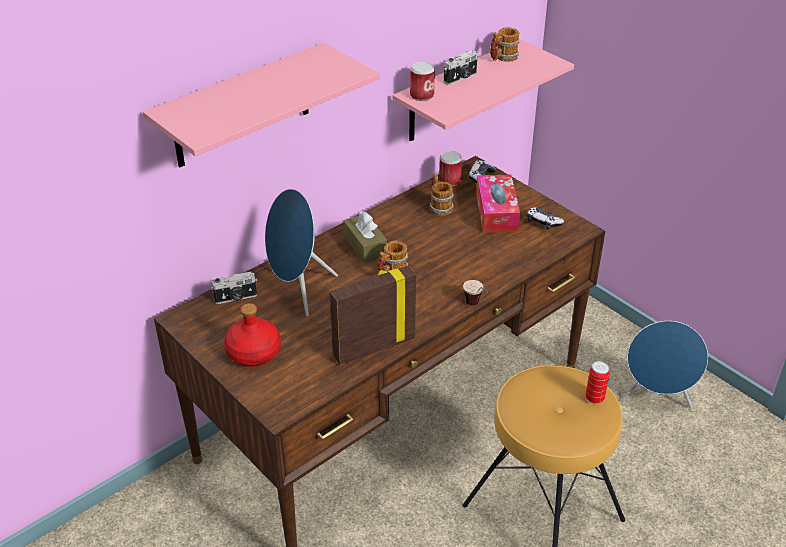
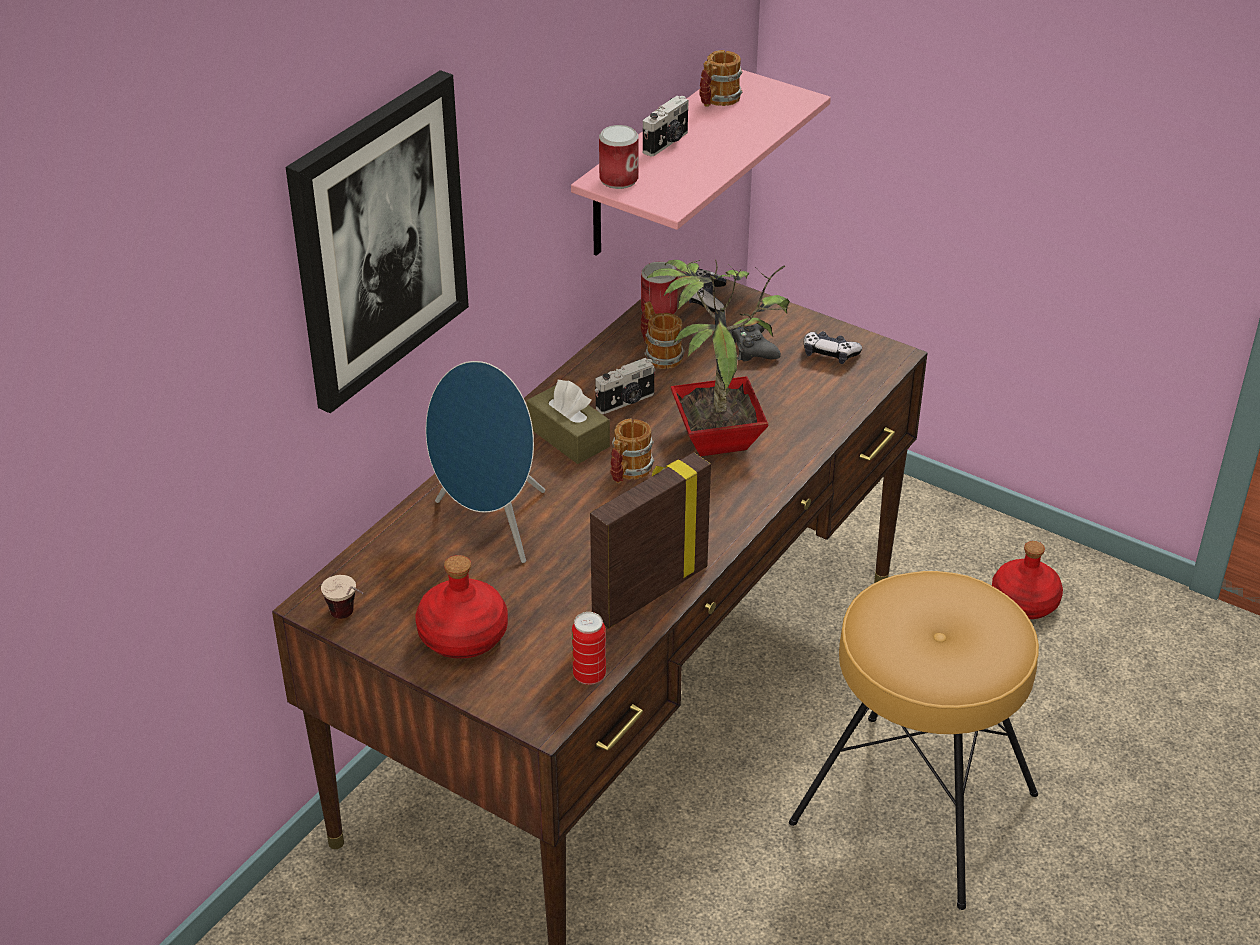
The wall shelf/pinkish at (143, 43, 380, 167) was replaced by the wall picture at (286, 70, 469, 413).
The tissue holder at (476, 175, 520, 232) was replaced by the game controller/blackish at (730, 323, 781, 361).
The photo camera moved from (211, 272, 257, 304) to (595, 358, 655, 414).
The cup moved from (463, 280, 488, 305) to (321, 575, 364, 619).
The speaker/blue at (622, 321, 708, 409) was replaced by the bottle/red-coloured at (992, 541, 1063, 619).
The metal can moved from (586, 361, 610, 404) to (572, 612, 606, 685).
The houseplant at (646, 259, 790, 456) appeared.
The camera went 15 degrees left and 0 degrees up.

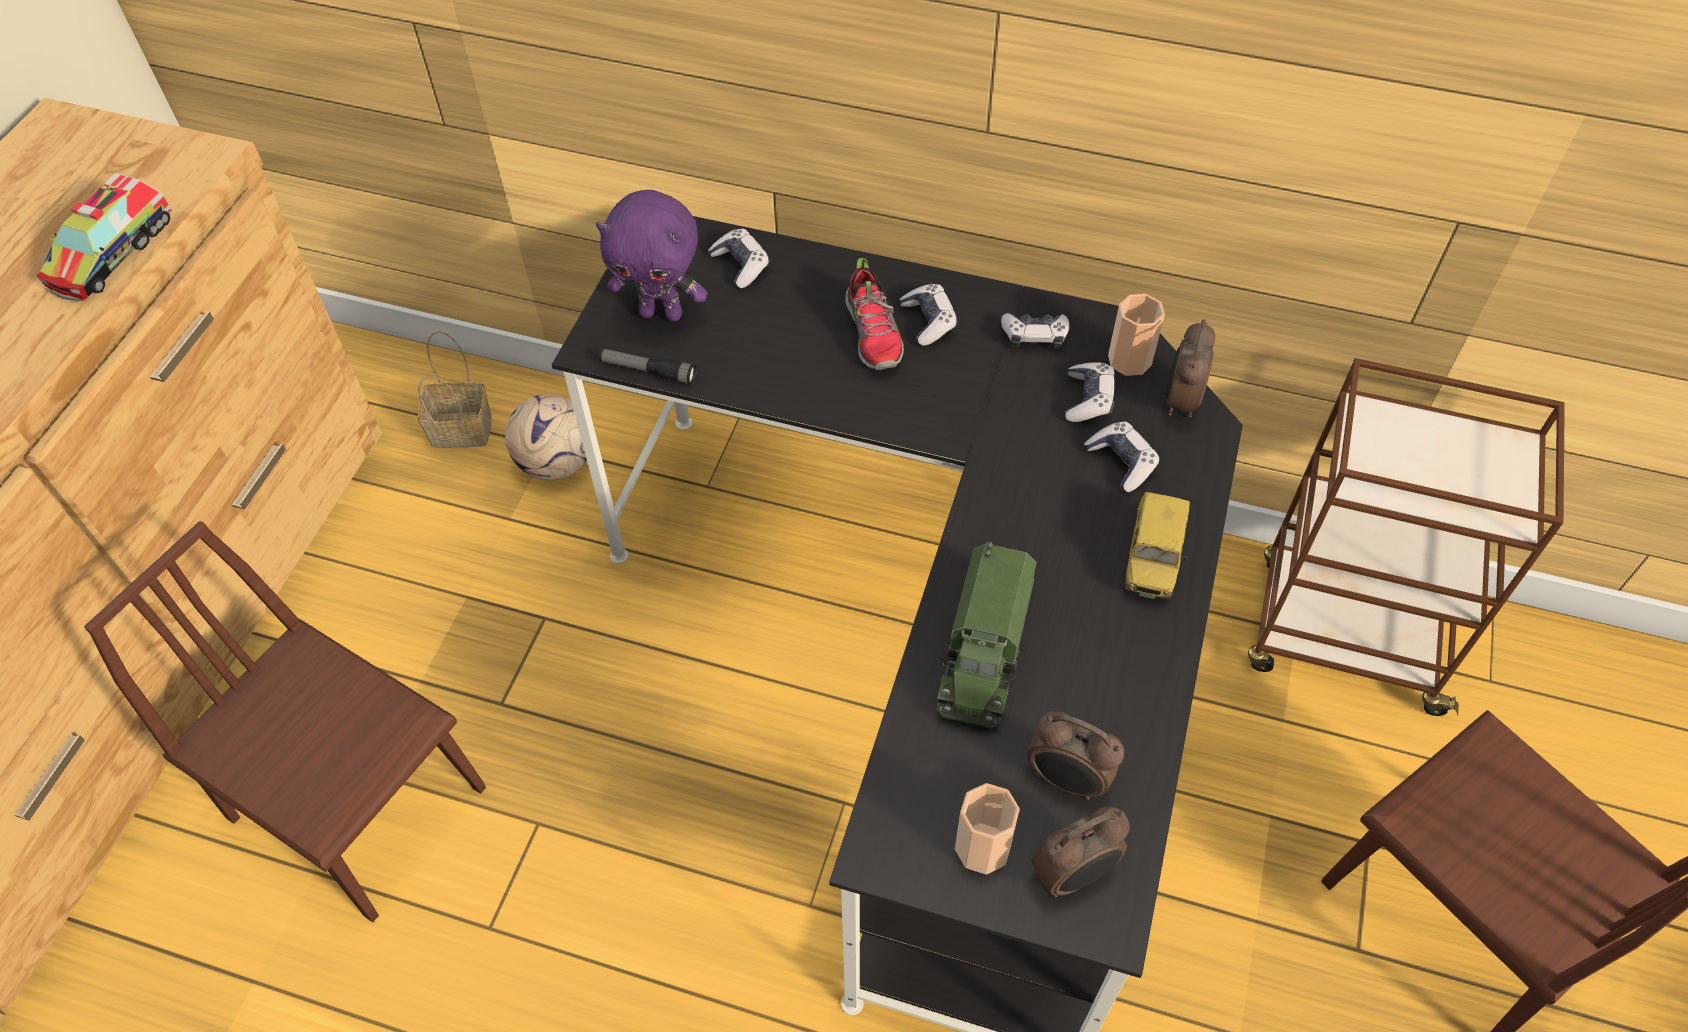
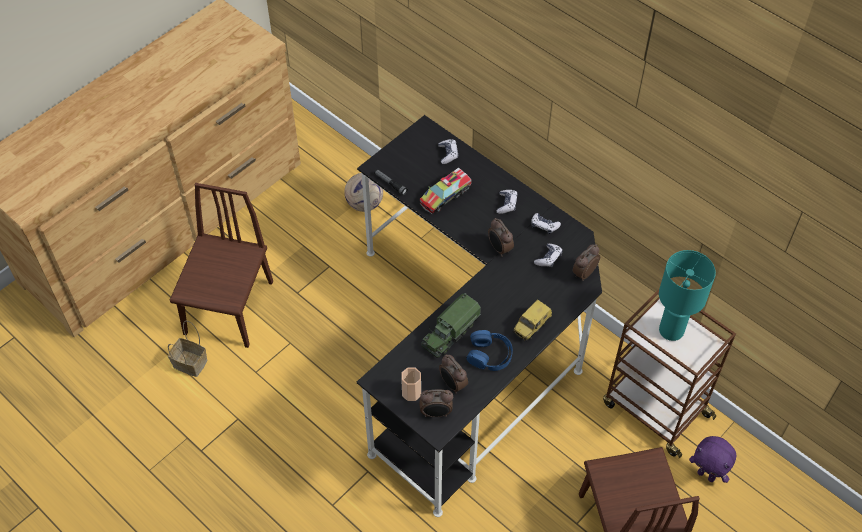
The toy truck moved from (36, 173, 172, 301) to (420, 168, 472, 214).
The cuddly toy/purplish moved from (596, 190, 708, 321) to (689, 436, 736, 483).
The shoe at (845, 258, 904, 370) disappeared.
The cup at (1108, 294, 1165, 376) disappeared.
The storage basket moved from (418, 331, 491, 448) to (168, 321, 208, 377).
The game controller at (1084, 421, 1160, 492) disappeared.
The upright chair/brown-coloured at (84, 521, 486, 922) turned 45 degrees clockwise.
The table clock at (488, 218, 514, 257) appeared.
The lamp for a table/blue-green at (659, 250, 716, 341) appeared.
The pair of headphones/blue at (466, 330, 513, 371) appeared.
The camera went 25 degrees right and 0 degrees up.

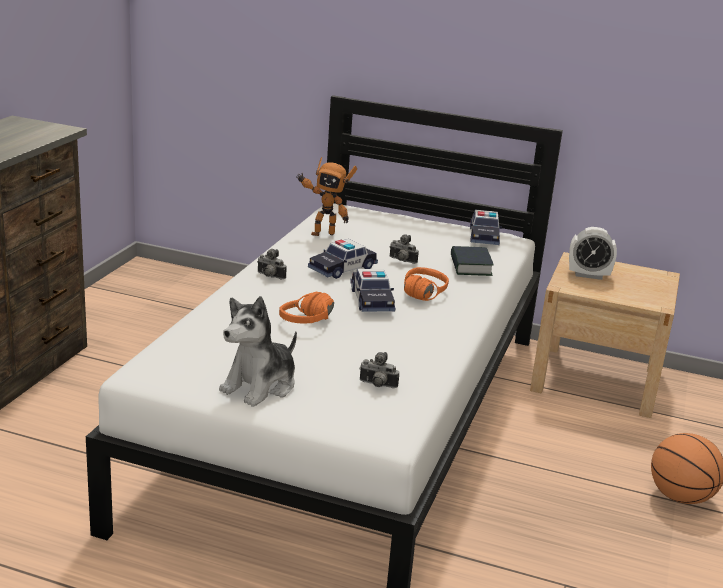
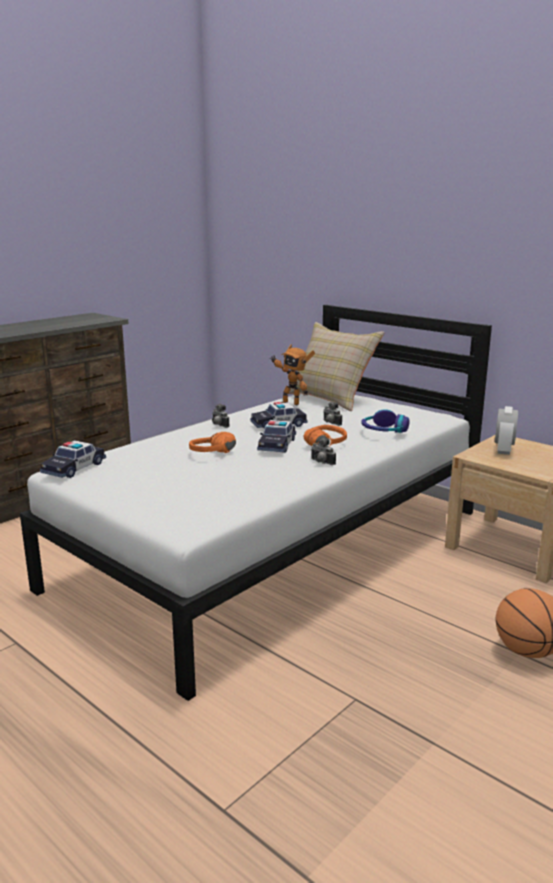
The toy car moved from (470, 210, 502, 245) to (40, 440, 106, 478).
The table clock at (569, 227, 617, 280) turned 105 degrees counterclockwise.
The book at (451, 246, 494, 276) was replaced by the pair of headphones at (362, 409, 409, 433).
The cuddly toy at (219, 296, 297, 407) disappeared.
The photo camera moved from (359, 352, 399, 388) to (311, 438, 336, 465).
The throw pillow/beige at (288, 322, 385, 411) appeared.
The camera went 25 degrees right and 5 degrees down.

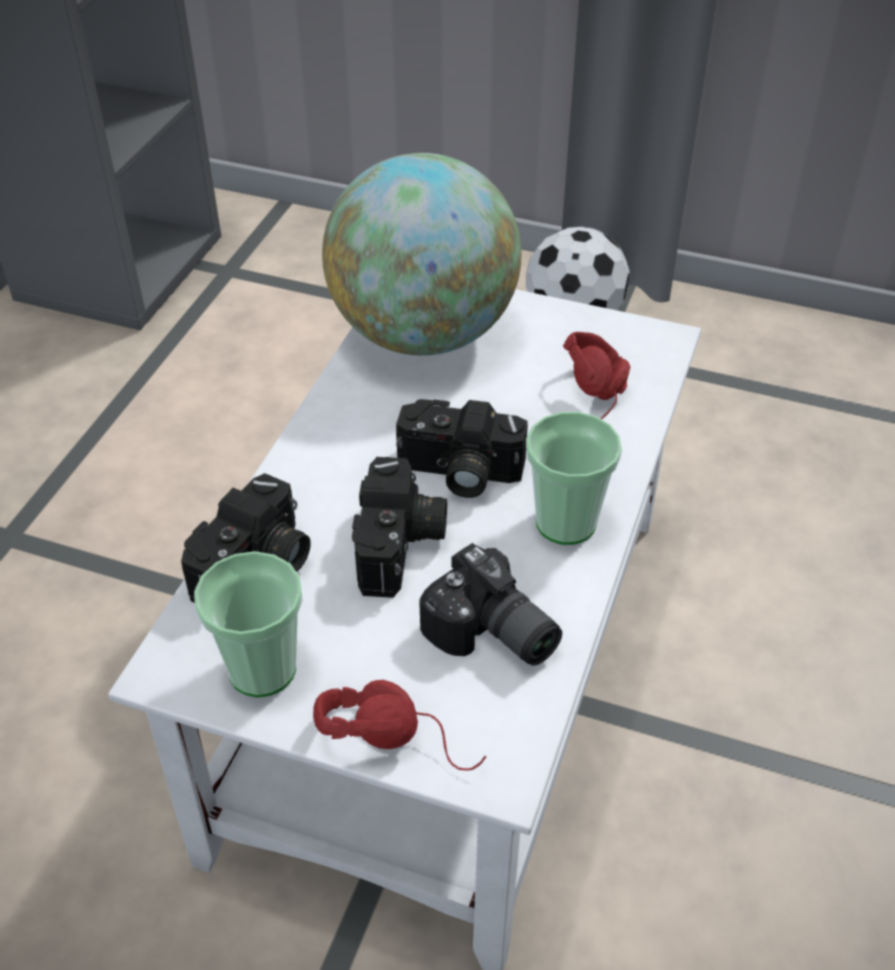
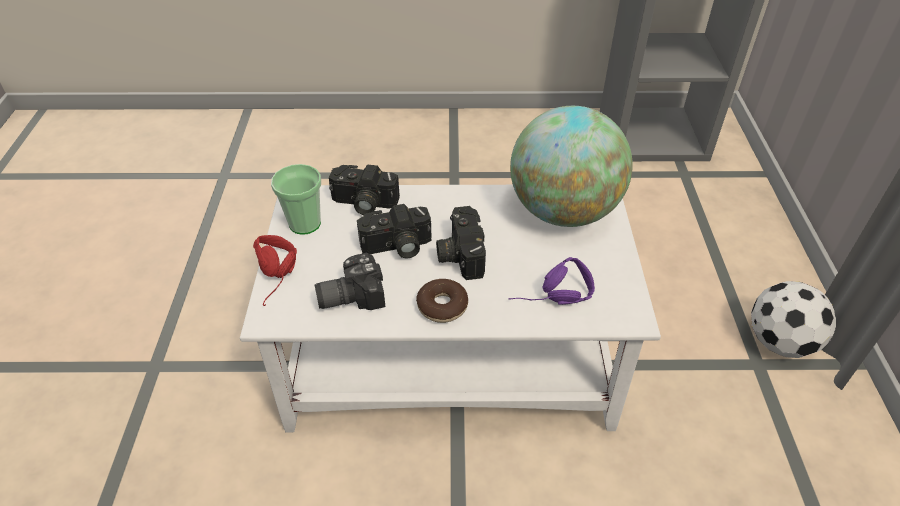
The pair of headphones/red-coloured at (563, 332, 630, 419) became the pair of headphones/purplish at (508, 257, 595, 305).
The cup at (526, 412, 622, 545) was replaced by the donut at (416, 279, 468, 323).
The photo camera at (419, 543, 562, 666) turned 45 degrees clockwise.
The camera went 70 degrees right and 0 degrees up.

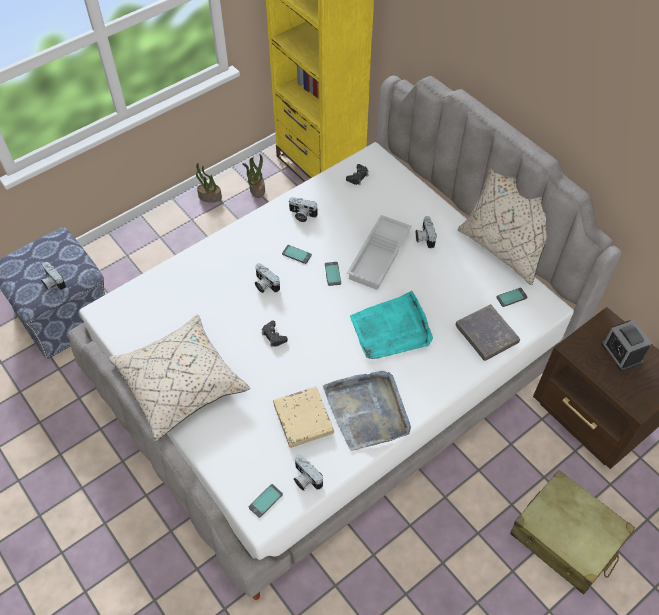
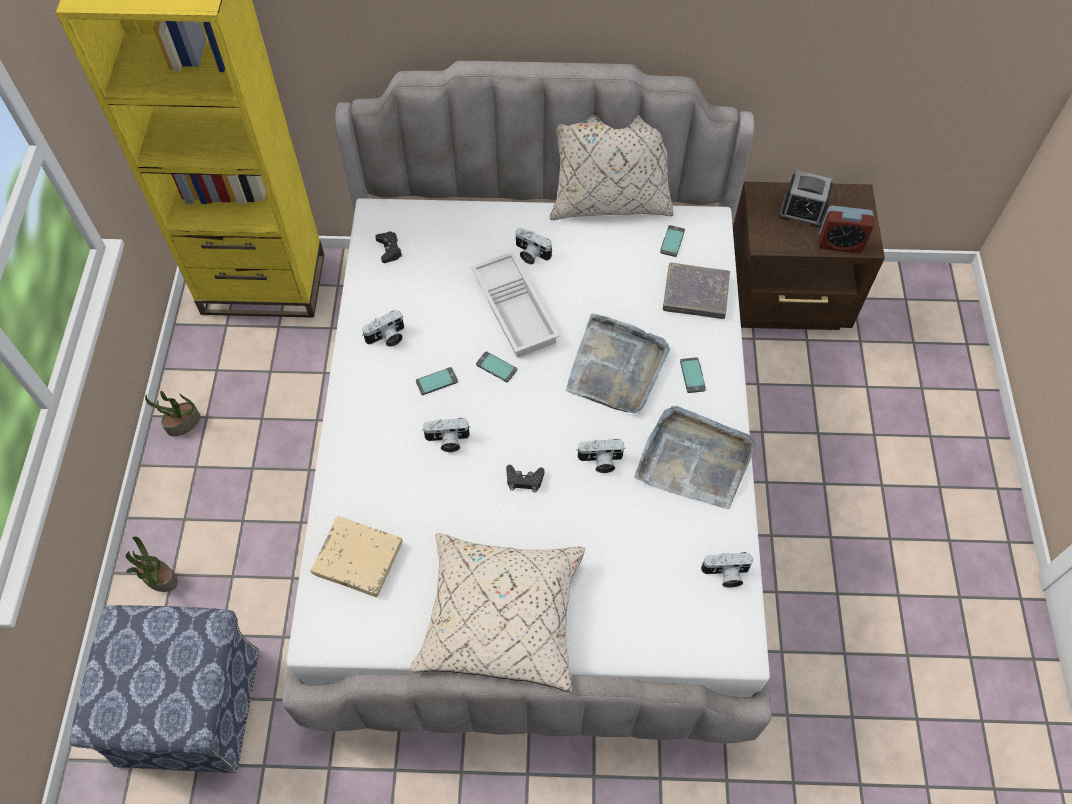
The houseplant moved from (242, 154, 265, 198) to (126, 537, 178, 592).
The photo camera moved from (41, 262, 66, 290) to (577, 439, 625, 473).
The serving tray/blue-green at (350, 291, 433, 359) became the serving tray/grey at (566, 314, 670, 413).
The book/beige moved from (273, 387, 334, 448) to (310, 517, 403, 597).
The travel case/beige at (510, 470, 635, 594) disappeared.
The telephone moved from (249, 484, 283, 518) to (680, 357, 706, 393).
The table clock at (819, 206, 874, 253) appeared.
The camera went 50 degrees left and 5 degrees up.

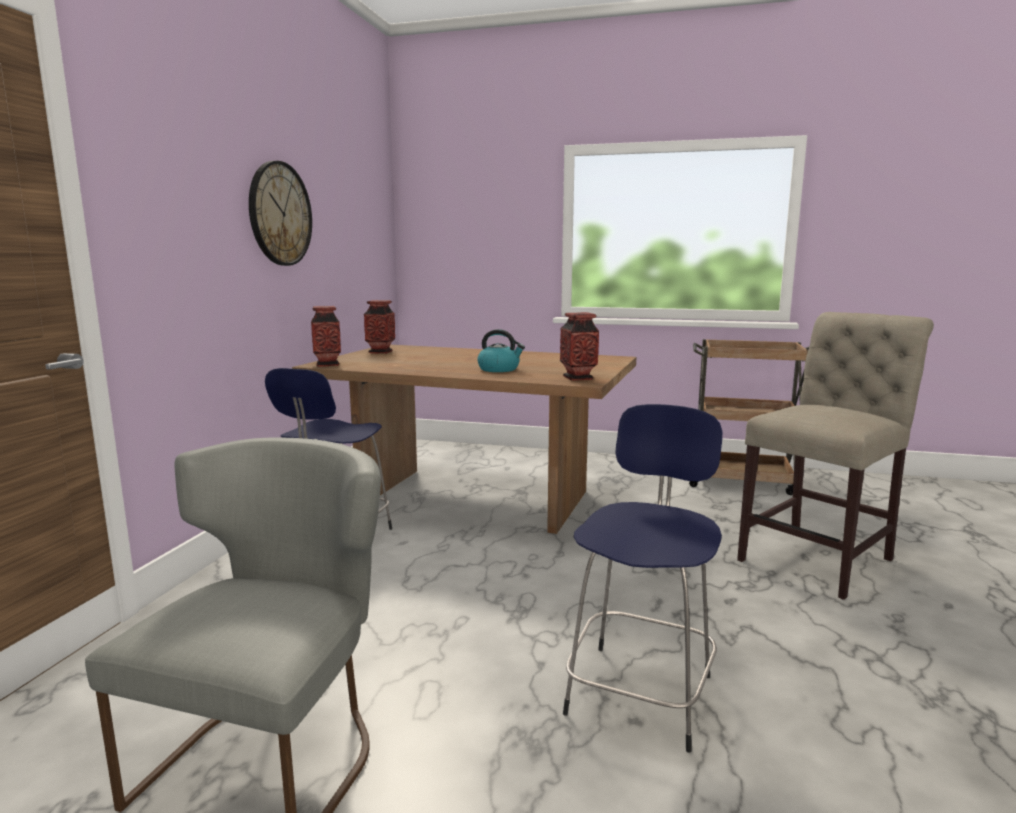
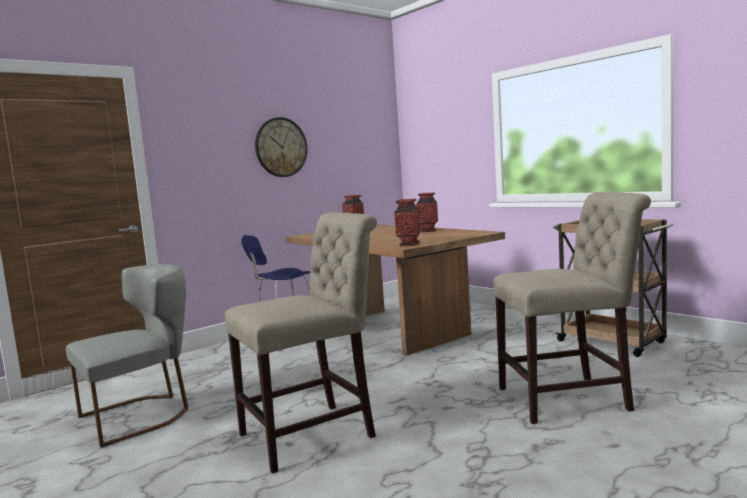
The flower vase moved from (311, 306, 341, 367) to (416, 193, 438, 232).
The water kettle at (477, 329, 525, 372) disappeared.
The stool seat/blue at (563, 404, 722, 753) was replaced by the upright chair/beige at (225, 212, 377, 474).
The camera went 35 degrees right and 5 degrees down.

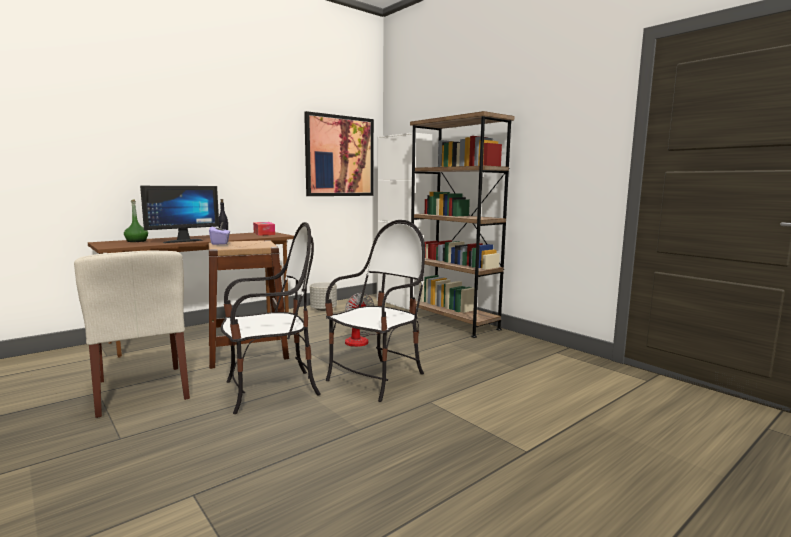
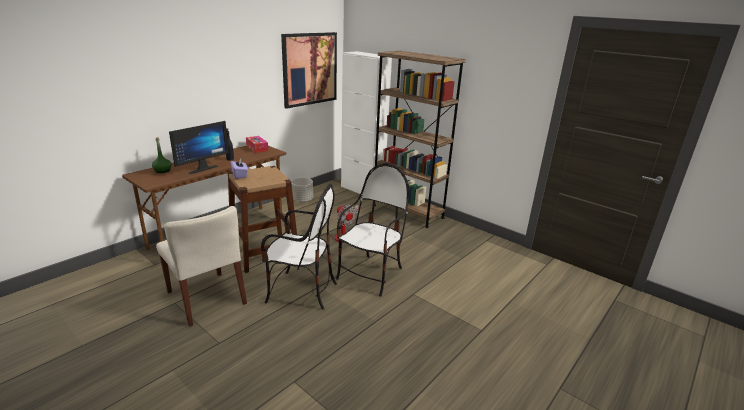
The upright chair at (221, 222, 321, 414) turned 45 degrees clockwise.
The camera went 10 degrees left and 15 degrees up.

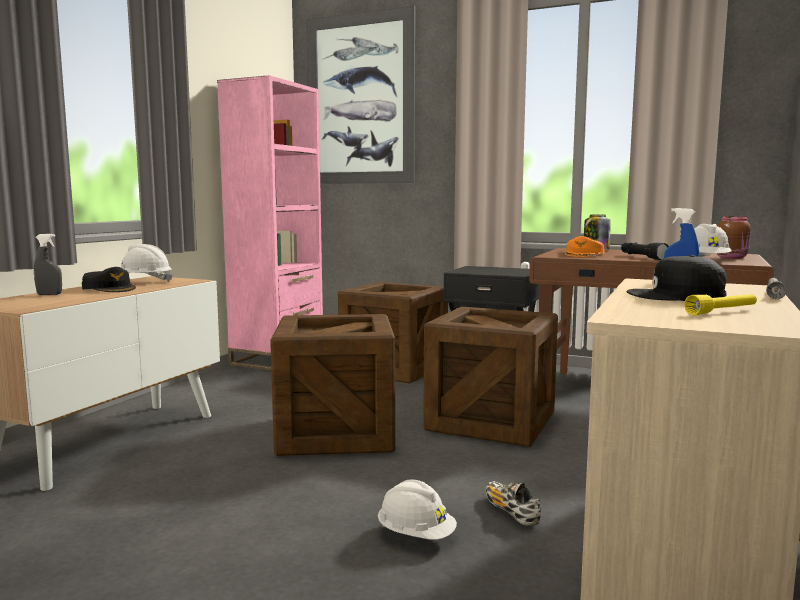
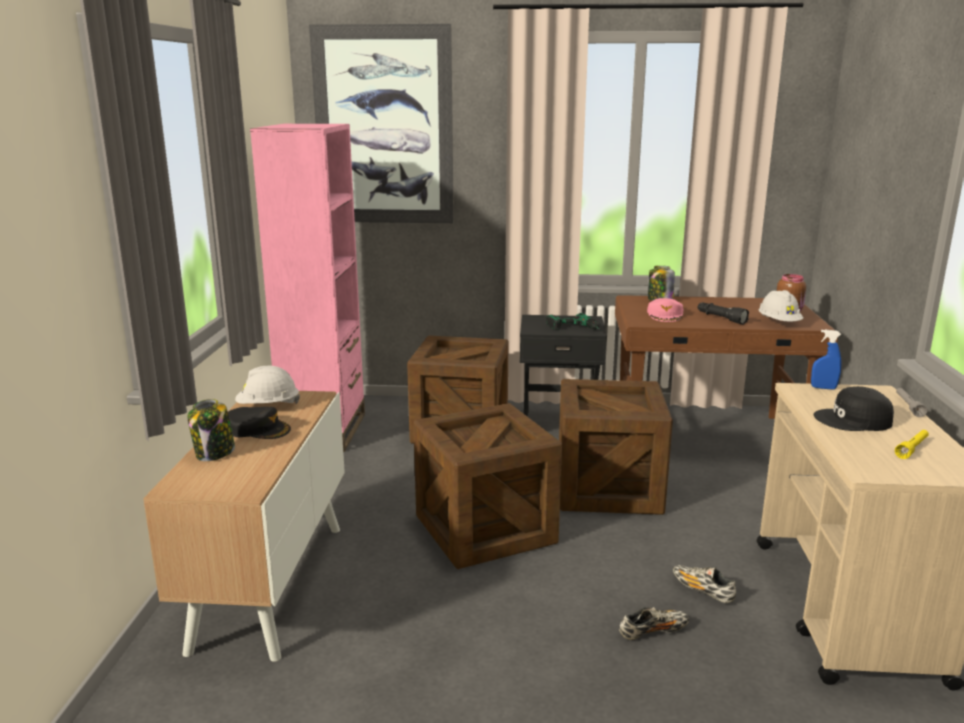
The spray bottle/grey at (34, 234, 62, 295) was replaced by the jar at (187, 399, 235, 461).
The cap/orange at (565, 236, 605, 257) became the cap/pinkish at (647, 298, 684, 322).
The hard hat/whitish at (378, 479, 457, 540) was replaced by the shoe at (619, 607, 689, 640).
The electric drill at (546, 313, 601, 330) appeared.
The camera went 20 degrees left and 10 degrees up.

